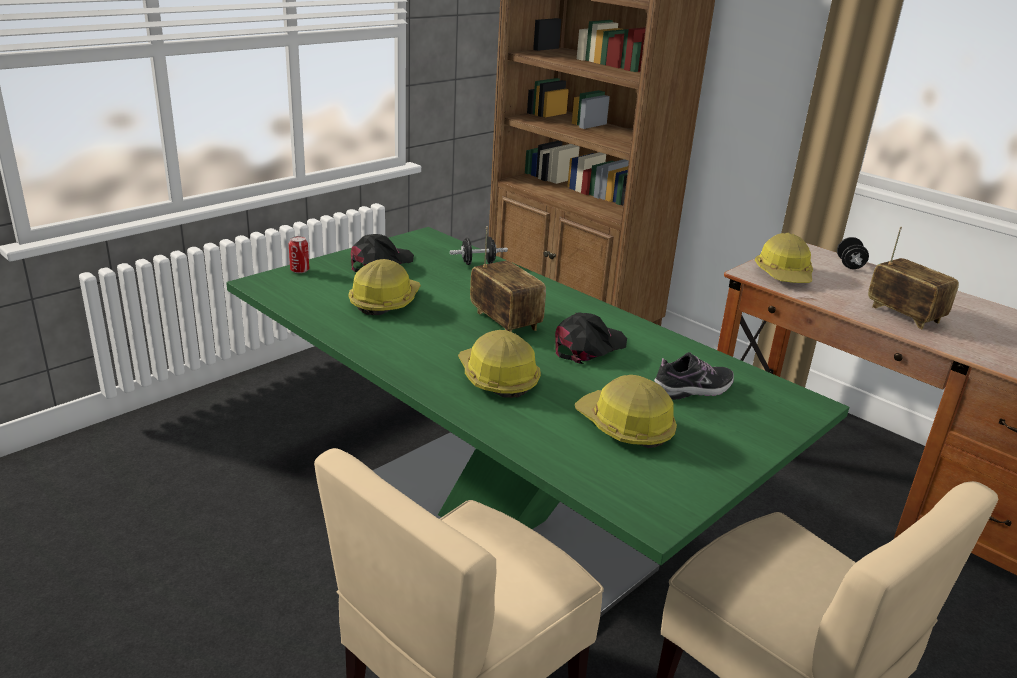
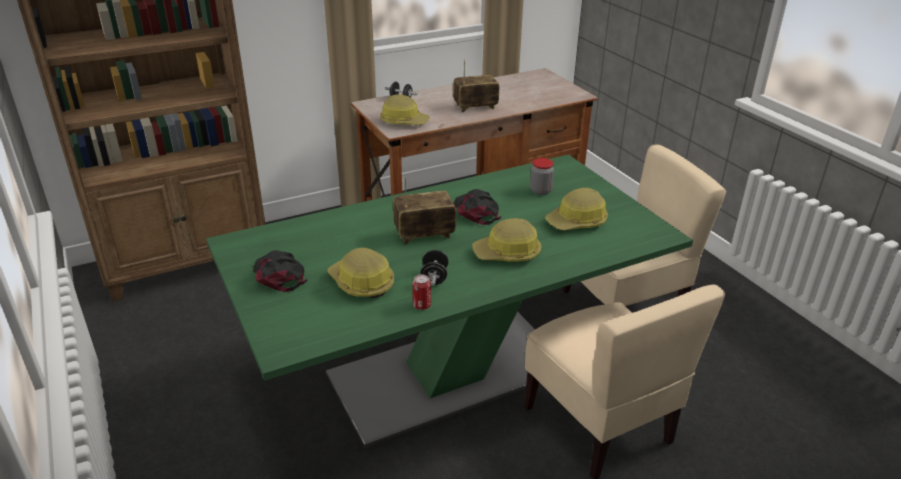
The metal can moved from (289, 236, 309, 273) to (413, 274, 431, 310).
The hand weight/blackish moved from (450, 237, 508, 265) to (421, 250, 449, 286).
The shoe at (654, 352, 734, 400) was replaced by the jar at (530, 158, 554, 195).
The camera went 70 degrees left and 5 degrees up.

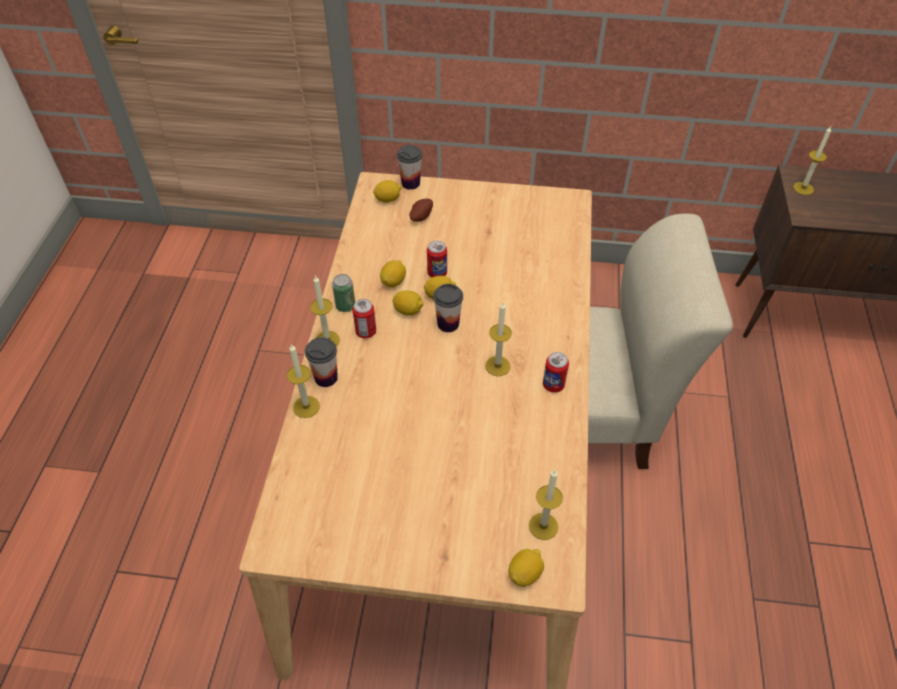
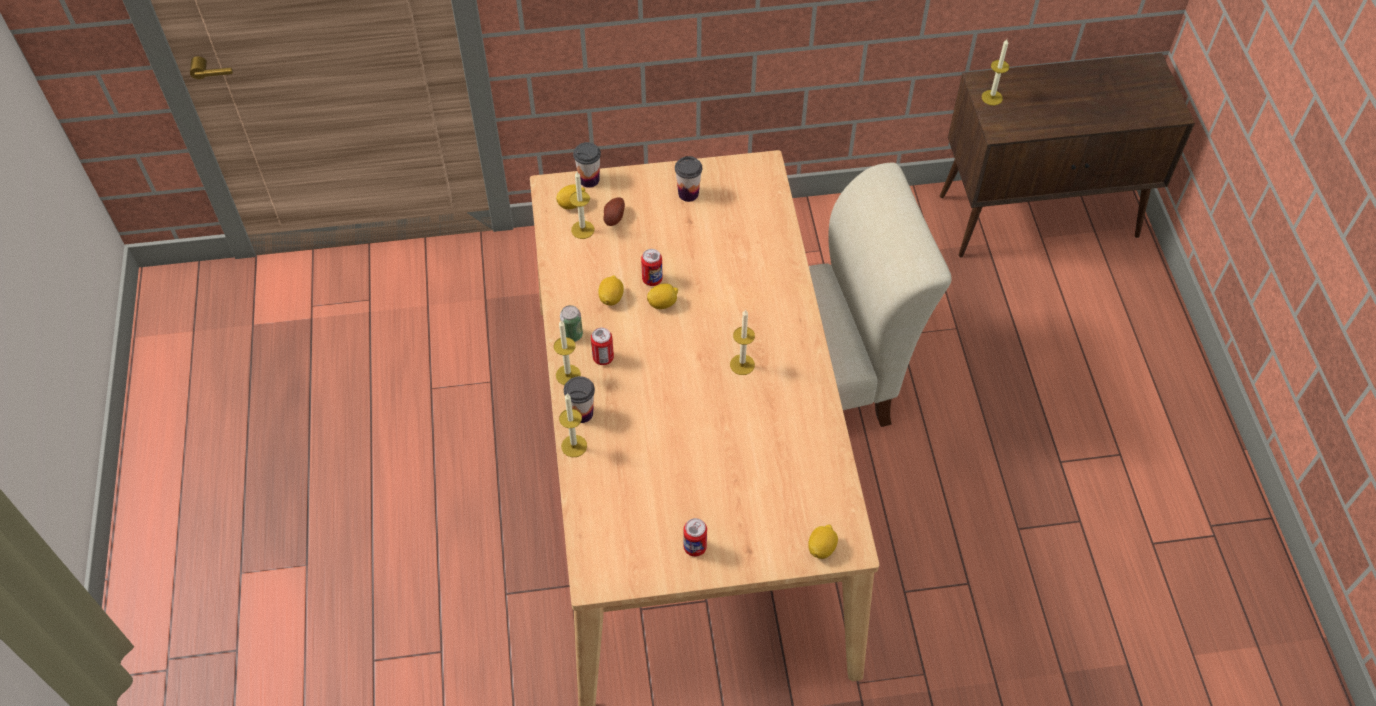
The cup moved from (433, 284, 463, 332) to (675, 156, 702, 202).
The citrus fruit at (393, 290, 424, 316) disappeared.
The metal can moved from (543, 352, 569, 393) to (683, 518, 707, 557).
The candle moved from (529, 470, 563, 540) to (570, 172, 594, 239).
The camera went 15 degrees left and 5 degrees up.

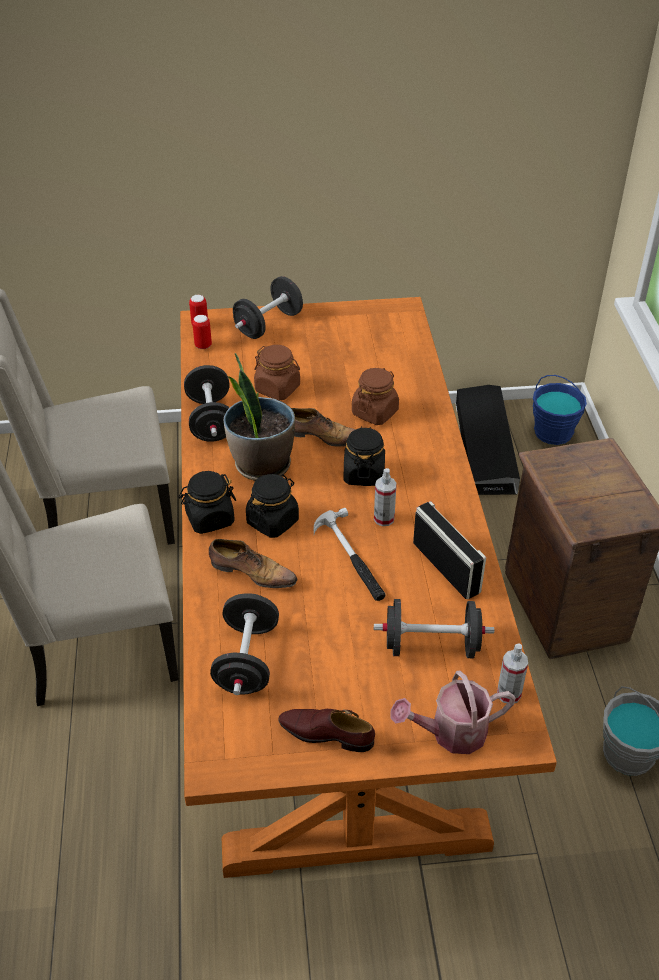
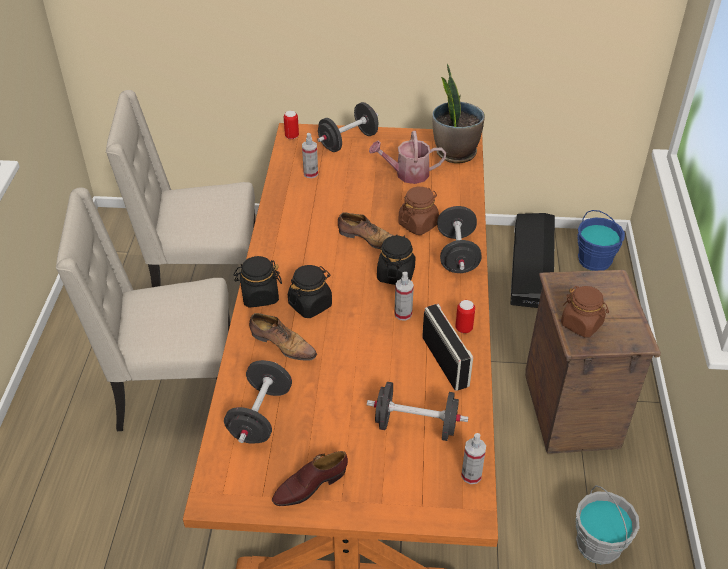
The metal can moved from (192, 315, 212, 349) to (455, 300, 475, 333).
The jar/brown-coloured moved from (254, 345, 300, 400) to (561, 286, 609, 338).
The houseplant moved from (224, 353, 295, 481) to (432, 64, 485, 163).
The hand weight/blackish moved from (184, 365, 230, 442) to (437, 206, 482, 273).
The hammer at (314, 508, 386, 601) disappeared.
The sprinkling can moved from (390, 670, 516, 754) to (369, 131, 446, 184).
The shoe/brown-coloured at (278, 709, 375, 752) turned 60 degrees counterclockwise.
The spray bottle at (302, 133, 318, 178) appeared.
The camera went 10 degrees right and 0 degrees up.

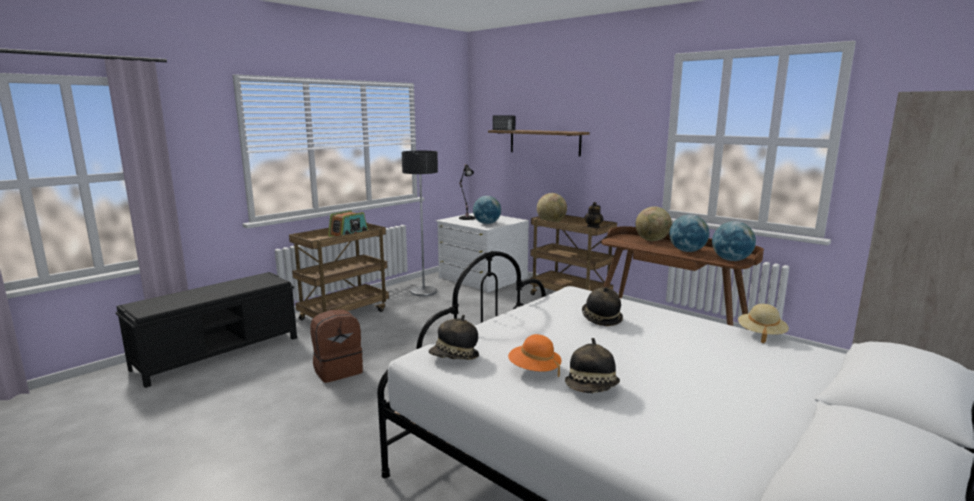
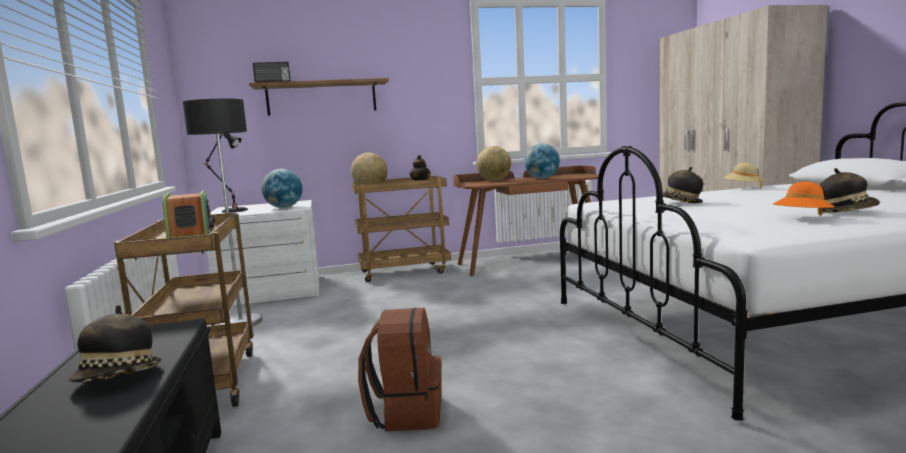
The world globe at (712, 221, 756, 261) disappeared.
The clothing hat moved from (429, 315, 479, 360) to (69, 305, 162, 382).
The camera went 55 degrees left and 5 degrees down.

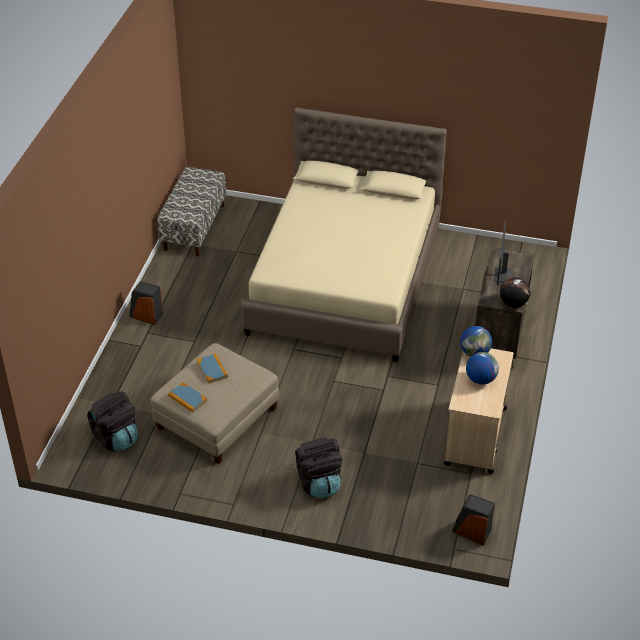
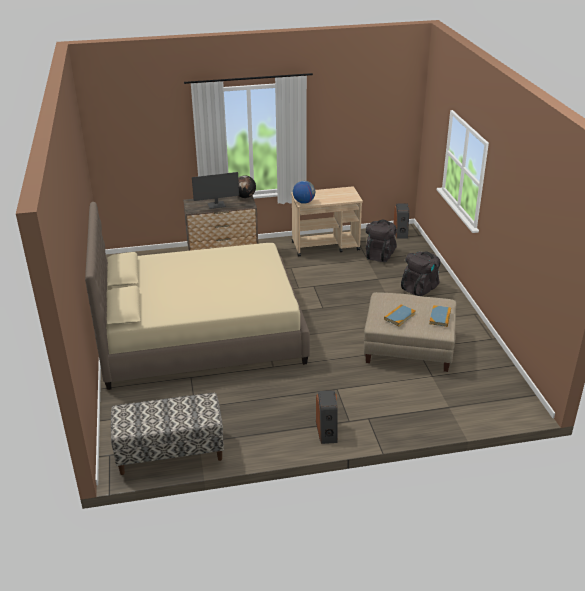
The world globe at (466, 352, 499, 385) disappeared.
The rucksack/blackish moved from (87, 391, 138, 451) to (366, 220, 397, 262).
The camera went 115 degrees left and 10 degrees down.

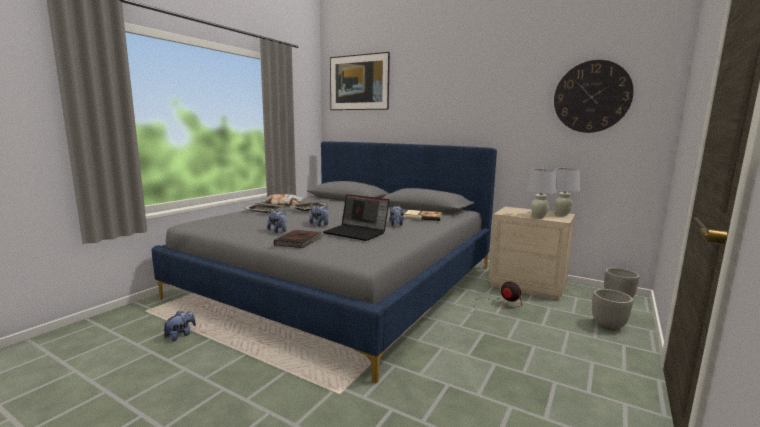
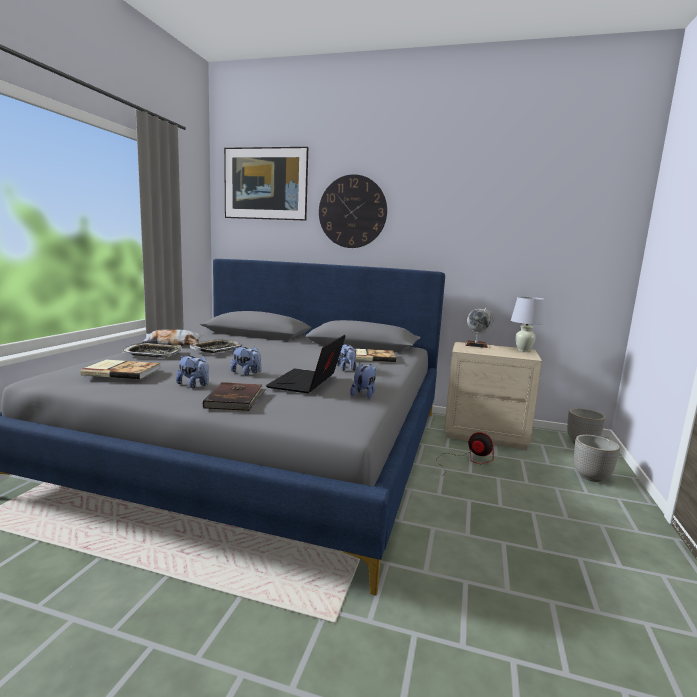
The wall clock moved from (554, 60, 633, 133) to (319, 174, 387, 248).
The lamp for a table/whitish at (526, 169, 557, 218) disappeared.
The laptop at (323, 194, 389, 241) turned 90 degrees clockwise.
The cuddly toy moved from (163, 311, 196, 341) to (350, 363, 376, 399).
The world globe at (465, 308, 493, 348) appeared.
The book at (80, 360, 160, 379) appeared.
The camera went 15 degrees left and 0 degrees up.

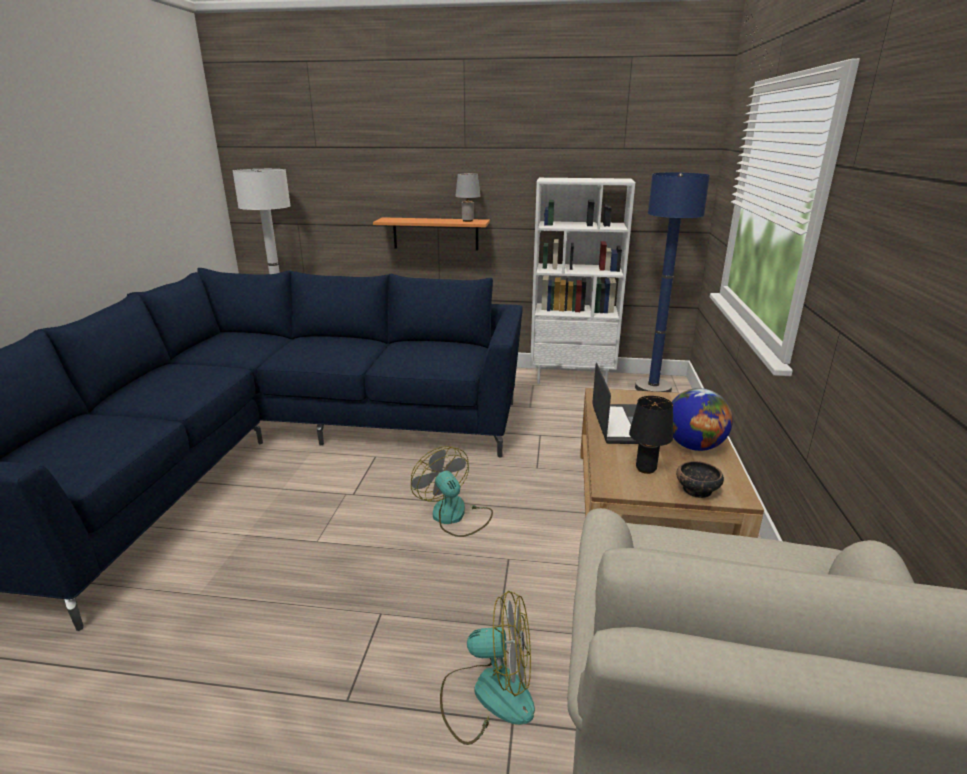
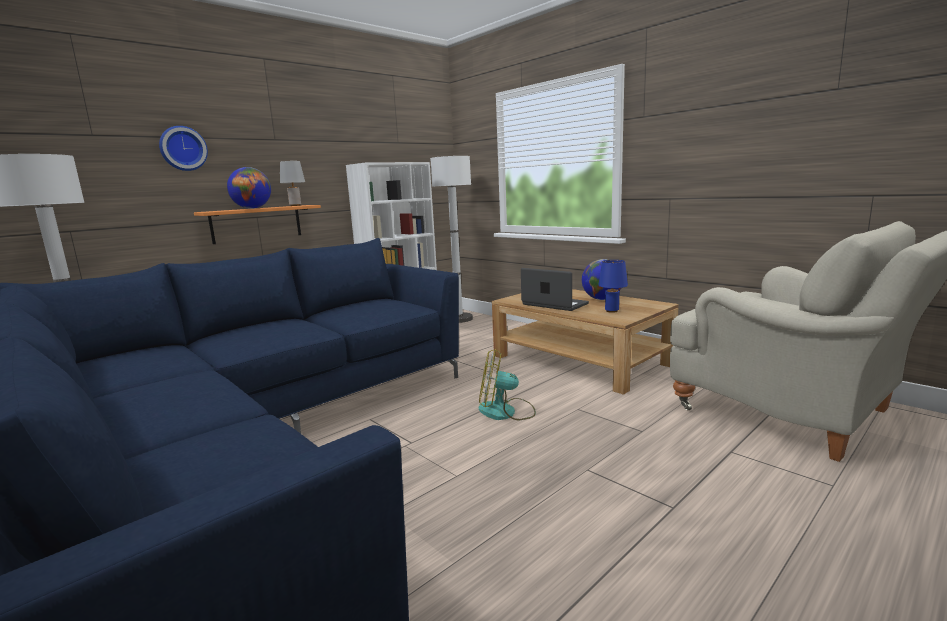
The standard lamp/blue at (635, 172, 710, 392) became the standard lamp/whitish at (430, 156, 473, 323).
The lamp for a table/blackish at (629, 396, 673, 474) became the lamp for a table/blue at (598, 260, 628, 313).
The bowl at (676, 461, 724, 498) disappeared.
The fan at (440, 590, 535, 745) disappeared.
The wall clock at (159, 126, 208, 171) appeared.
The world globe at (227, 167, 271, 209) appeared.
The camera went 50 degrees left and 10 degrees down.

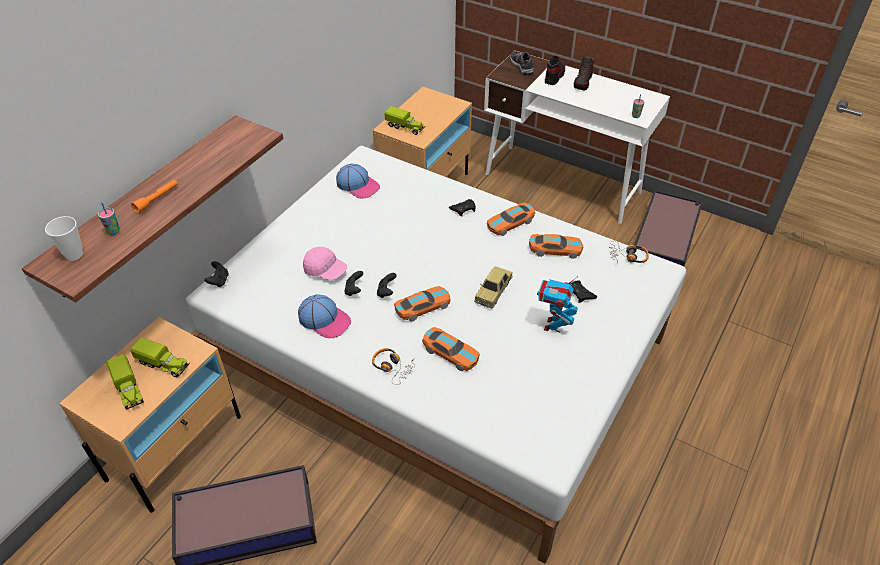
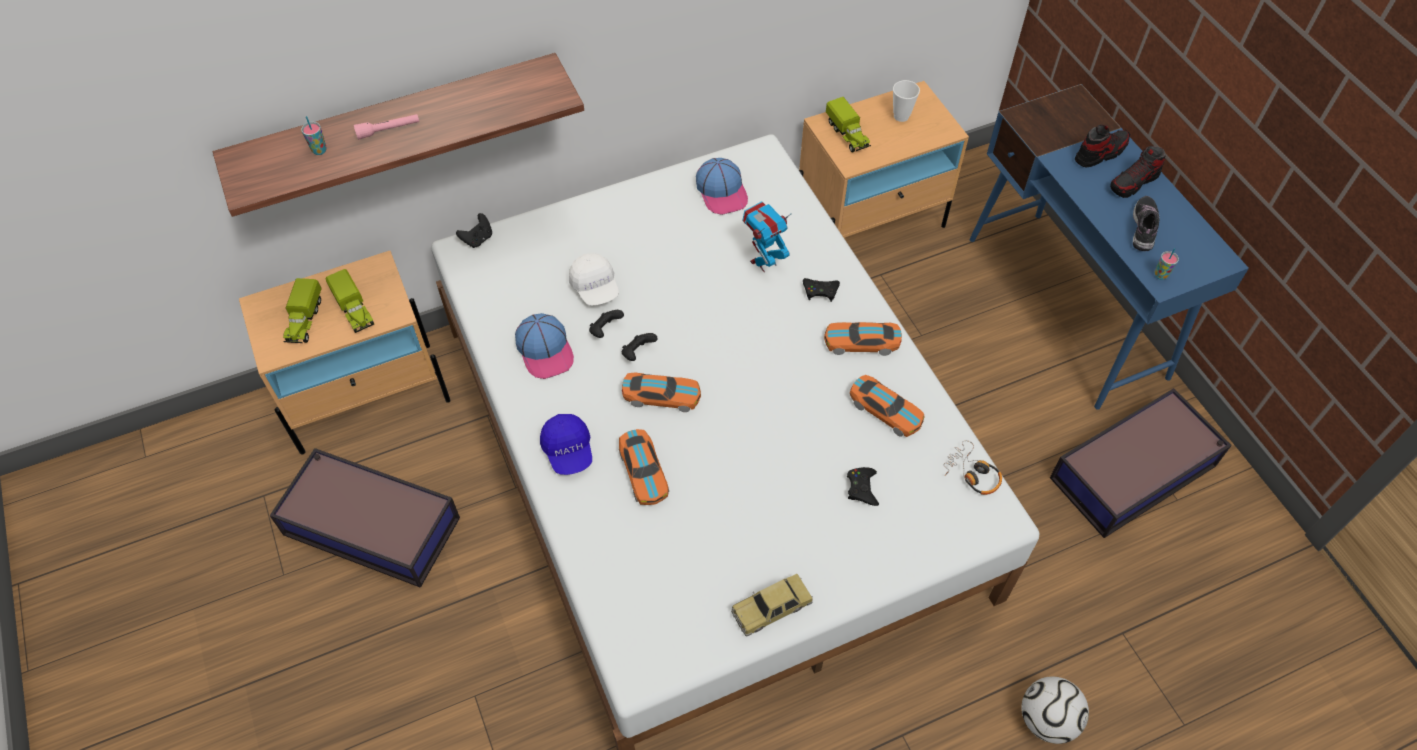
The desk unit/whitish at (484, 51, 670, 224) became the desk unit/blue at (969, 84, 1249, 410).
The shoe moved from (510, 52, 534, 75) to (1133, 196, 1160, 251).
The flashlight/orange at (131, 180, 178, 213) became the flashlight/pinkish at (354, 114, 419, 140).
The cup moved from (45, 216, 83, 261) to (893, 80, 920, 122).
The cap/pinkish at (303, 247, 347, 280) became the cap/whitish at (569, 253, 619, 305).
The toy car moved from (474, 266, 512, 309) to (731, 574, 813, 636).
The toy robot moved from (537, 276, 578, 332) to (742, 201, 792, 273).
The pair of headphones at (372, 348, 415, 385) was replaced by the cap/blue at (540, 414, 592, 475).
The ball for football at (1022, 677, 1089, 744) appeared.
The camera went 35 degrees right and 10 degrees up.

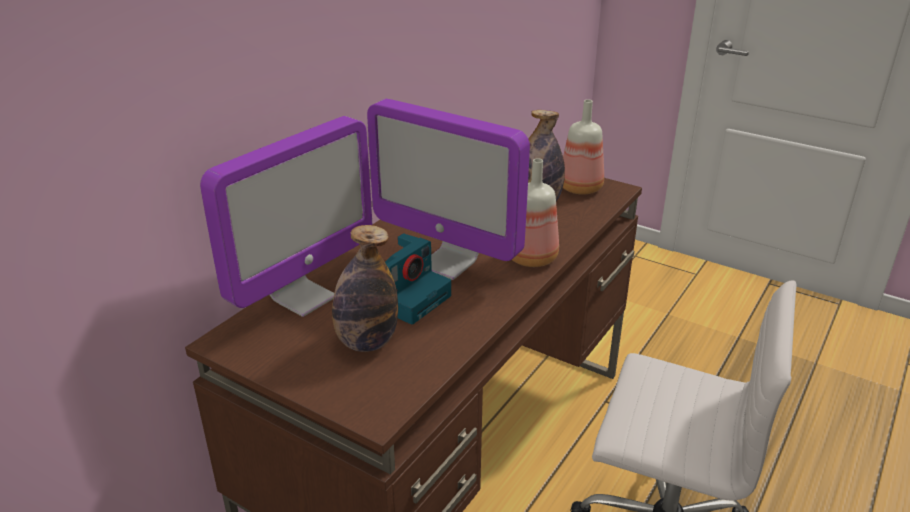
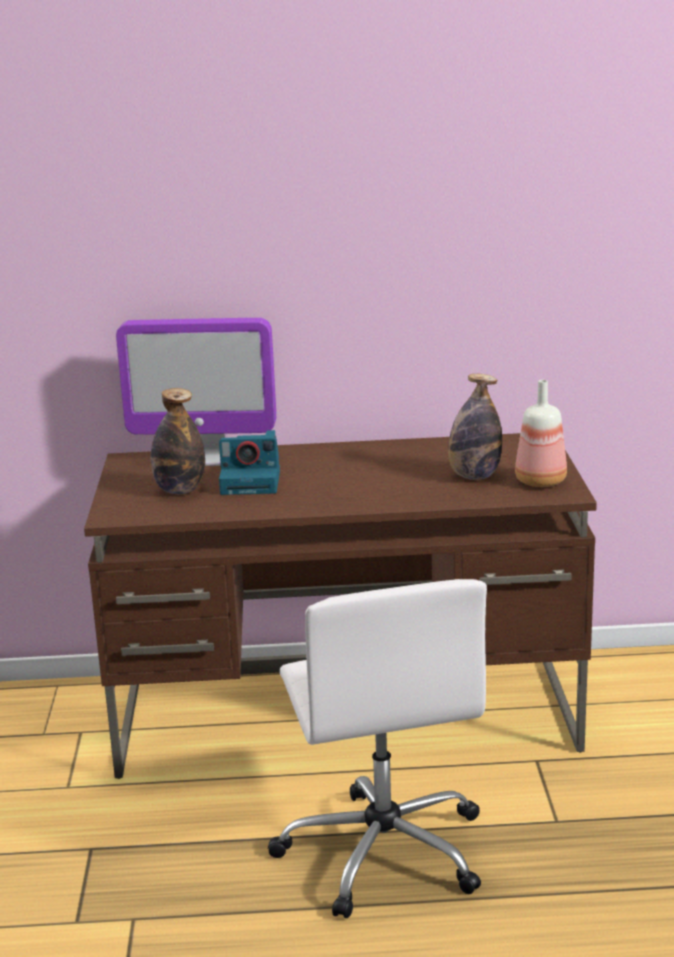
The computer screen at (367, 99, 530, 280) disappeared.
The bottle at (512, 158, 559, 267) disappeared.
The camera went 55 degrees right and 10 degrees down.

